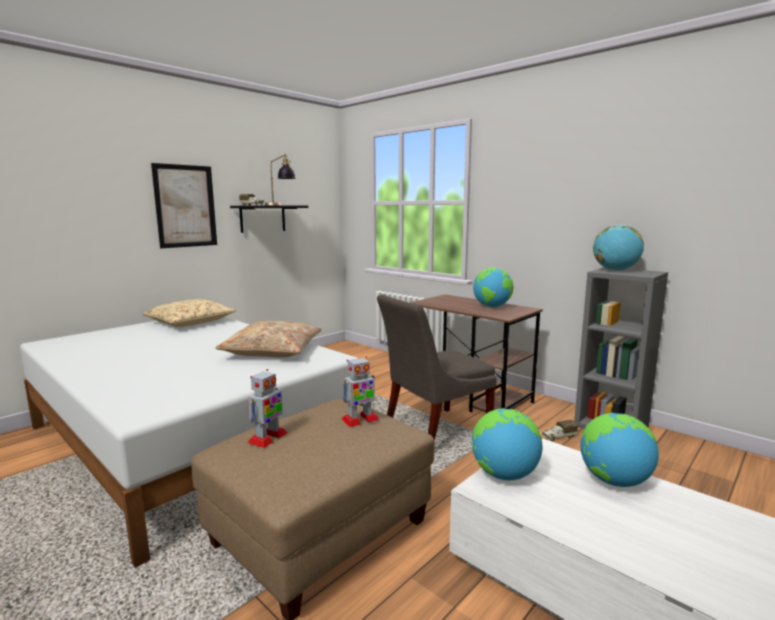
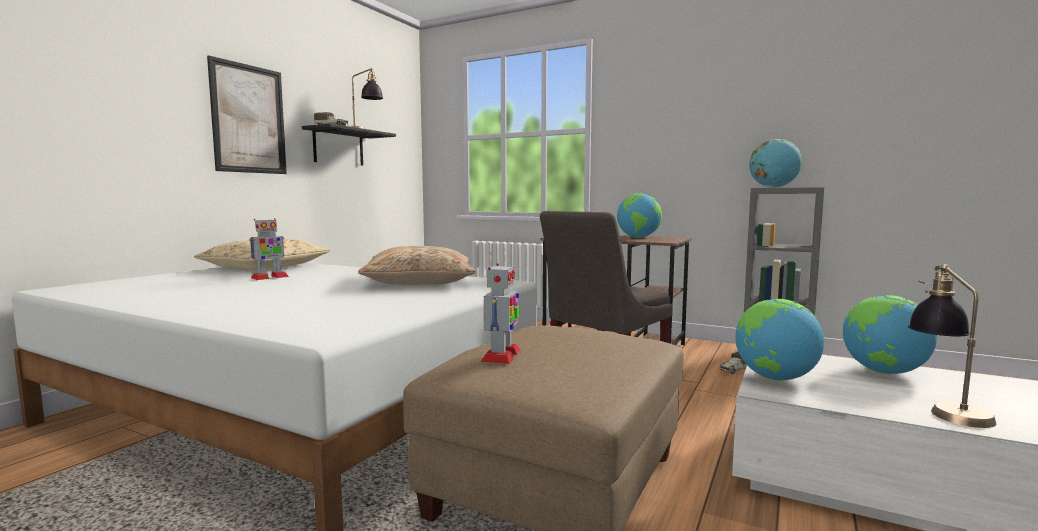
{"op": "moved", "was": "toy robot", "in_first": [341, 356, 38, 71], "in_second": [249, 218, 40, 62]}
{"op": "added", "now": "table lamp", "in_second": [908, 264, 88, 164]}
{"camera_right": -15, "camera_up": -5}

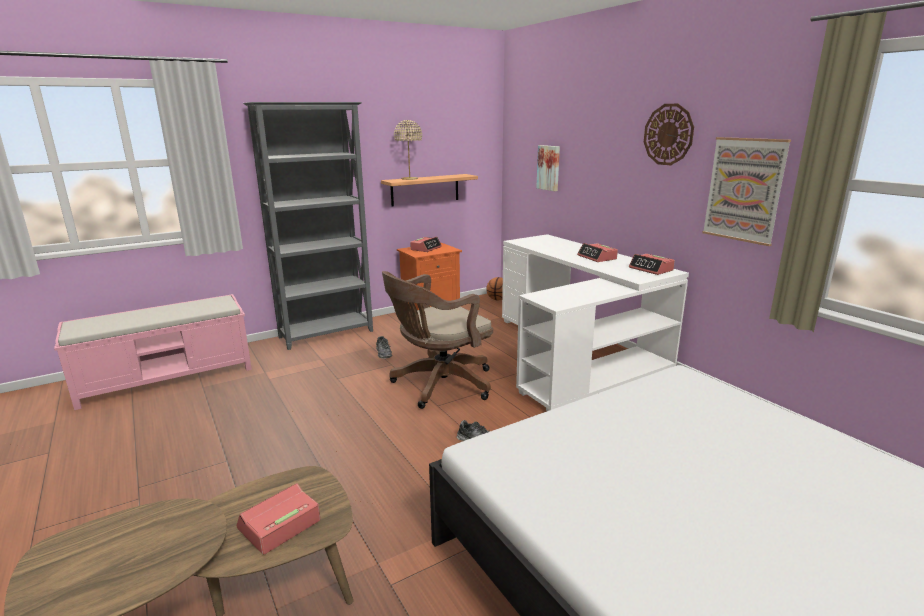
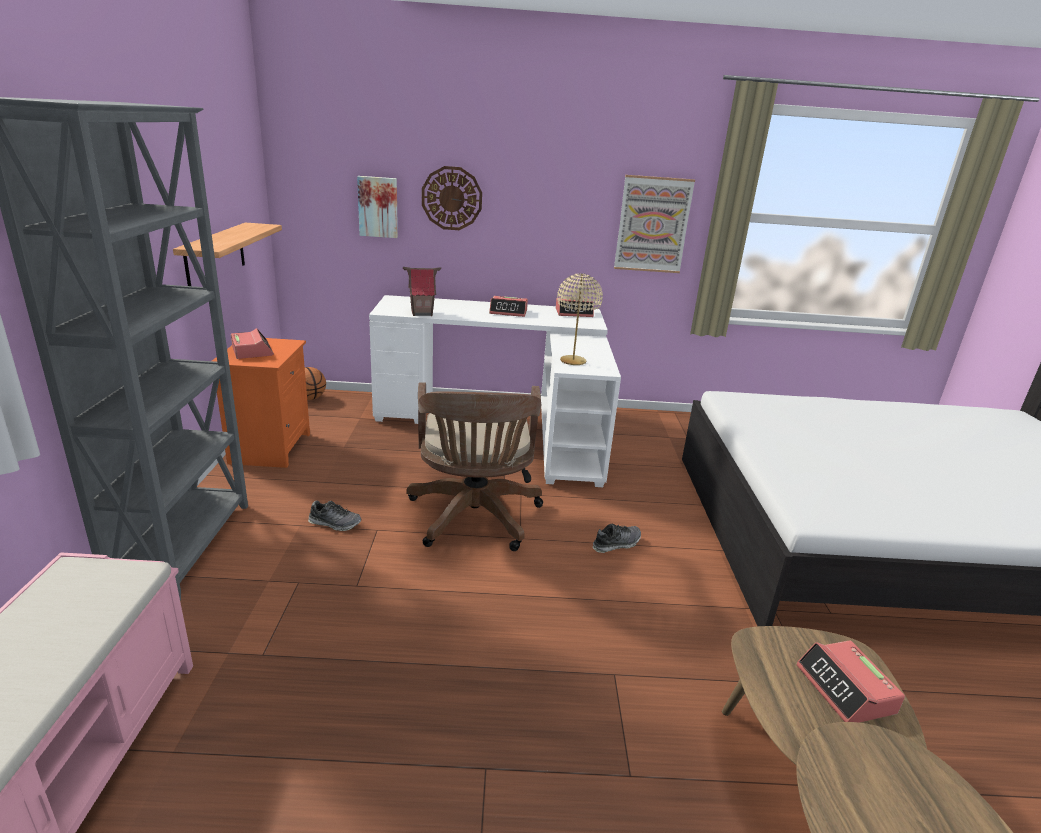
{"op": "moved", "was": "wall clock", "in_first": [644, 104, 50, 61], "in_second": [422, 166, 60, 64]}
{"op": "moved", "was": "beige table lamp", "in_first": [394, 120, 28, 60], "in_second": [557, 273, 46, 92]}
{"op": "added", "now": "toy house", "in_second": [403, 267, 38, 49]}
{"camera_right": -60, "camera_up": 5}

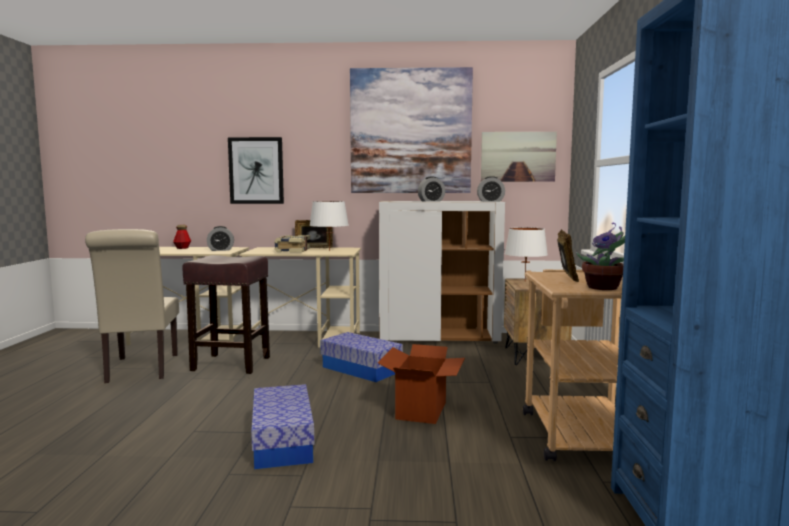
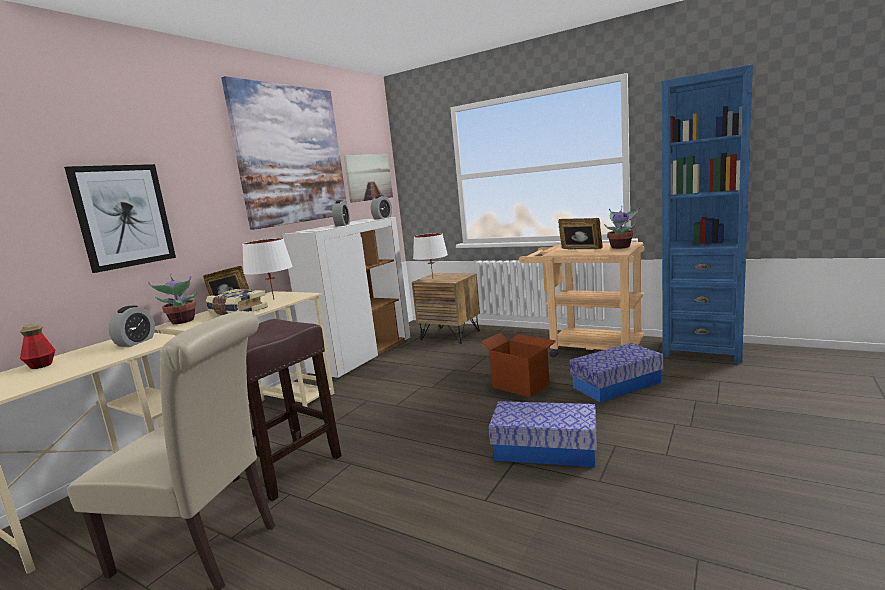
{"op": "moved", "was": "storage box", "in_first": [320, 332, 83, 50], "in_second": [570, 343, 93, 59]}
{"op": "added", "now": "potted plant", "in_second": [148, 274, 50, 50]}
{"camera_right": -60, "camera_up": 5}

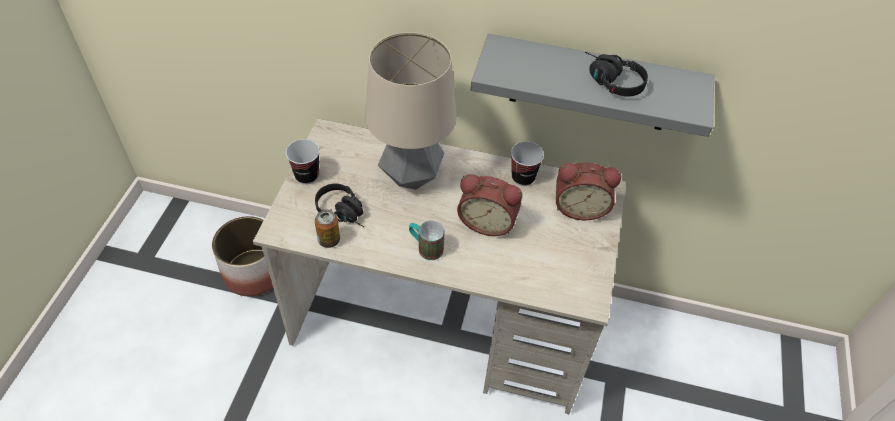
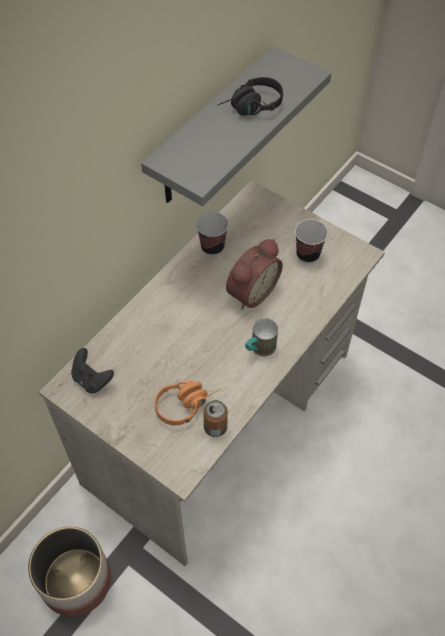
{"op": "removed", "was": "table lamp", "in_first": [365, 32, 92, 158]}
{"op": "moved", "was": "cup", "in_first": [286, 139, 34, 45], "in_second": [295, 219, 33, 44]}
{"op": "removed", "was": "alarm clock", "in_first": [556, 162, 65, 58]}
{"op": "recoloured", "was": "black headphones", "now": "orange headphones", "in_first": [315, 183, 49, 44], "in_second": [154, 381, 67, 45]}
{"op": "added", "now": "black game controller", "in_second": [71, 348, 43, 45]}
{"camera_right": -65, "camera_up": 5}

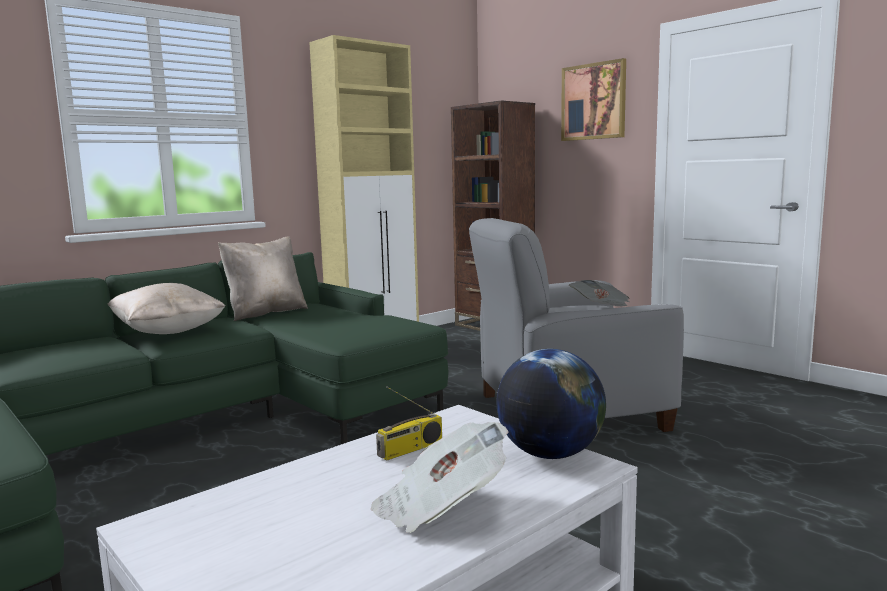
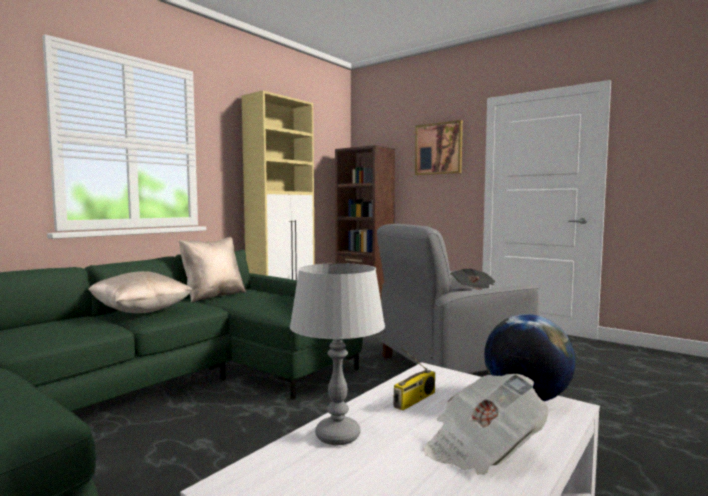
{"op": "added", "now": "grey table lamp", "in_second": [290, 263, 95, 182]}
{"camera_right": -10, "camera_up": -5}

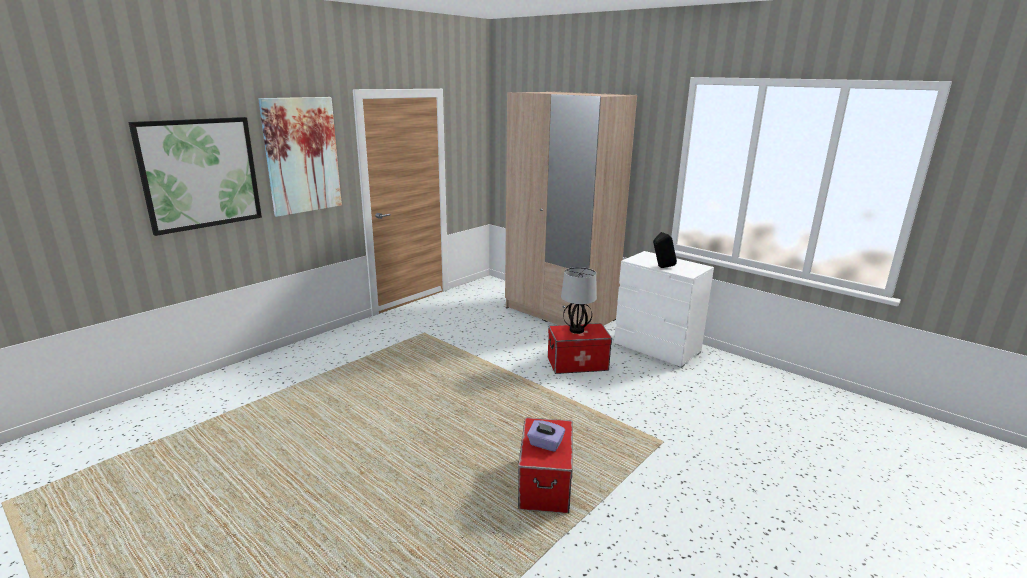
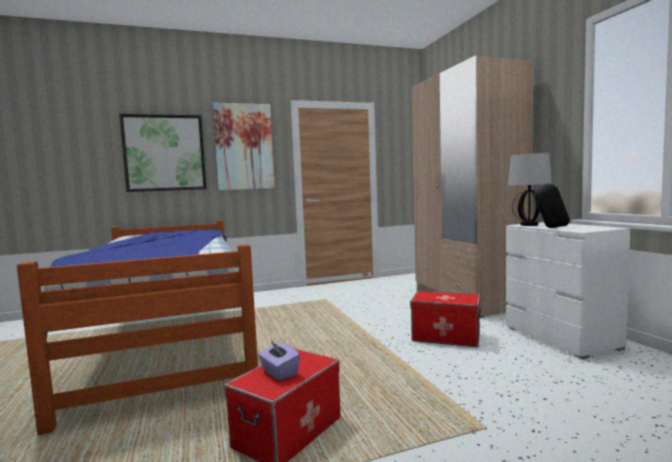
{"op": "moved", "was": "table lamp", "in_first": [561, 267, 36, 67], "in_second": [508, 153, 44, 73]}
{"op": "added", "now": "bed", "in_second": [17, 220, 241, 215]}
{"camera_right": 30, "camera_up": -15}

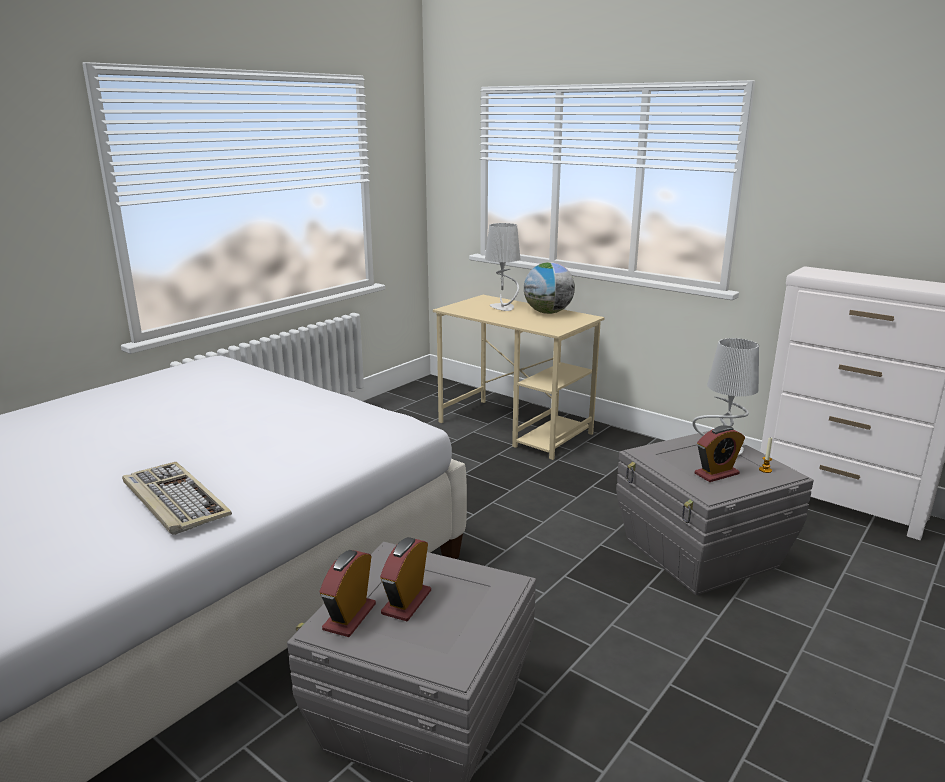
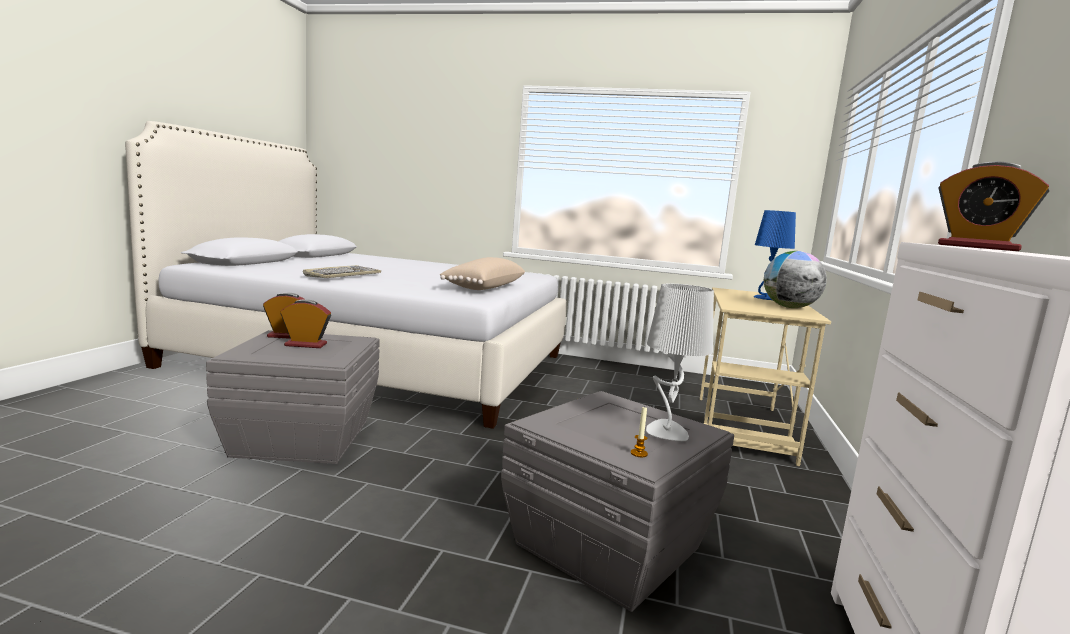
{"op": "recoloured", "was": "grey table lamp", "now": "blue table lamp", "in_first": [485, 223, 35, 88], "in_second": [754, 210, 42, 90]}
{"op": "moved", "was": "alarm clock", "in_first": [695, 425, 50, 57], "in_second": [938, 161, 111, 90]}
{"op": "added", "now": "beige pillow", "in_second": [440, 257, 85, 33]}
{"camera_right": 65, "camera_up": -10}

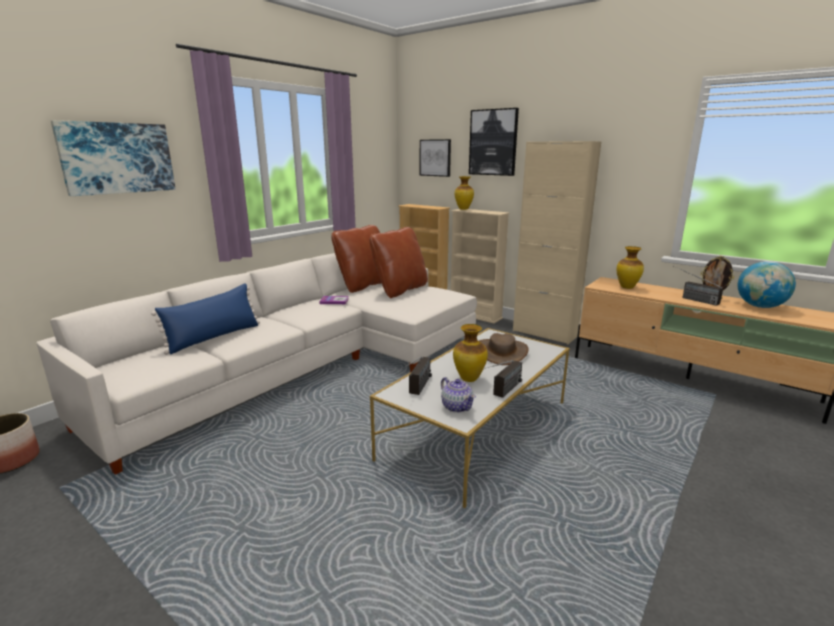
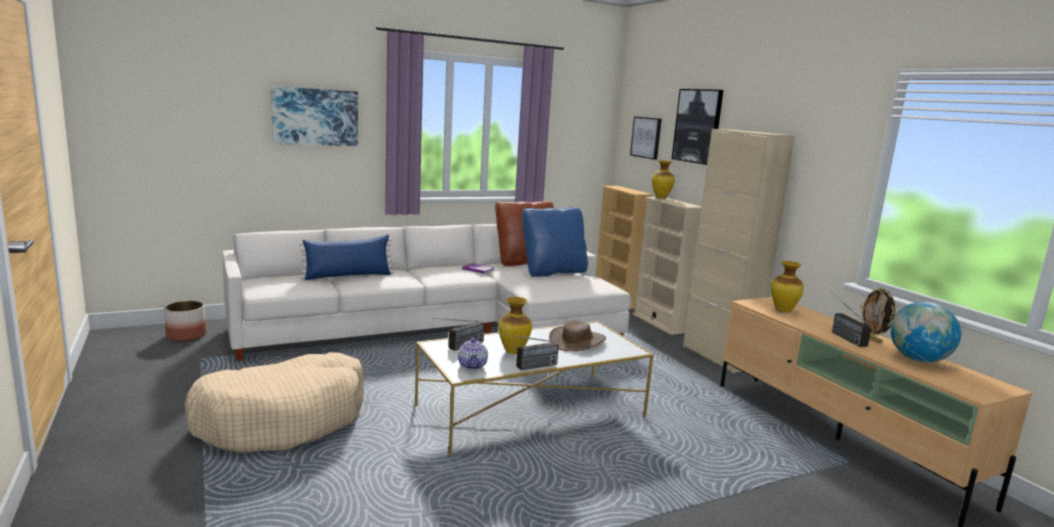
{"op": "recoloured", "was": "brown pillow", "now": "blue pillow", "in_first": [369, 227, 59, 71], "in_second": [522, 207, 66, 70]}
{"op": "added", "now": "beige dog bed", "in_second": [184, 352, 180, 101]}
{"camera_right": 25, "camera_up": -5}

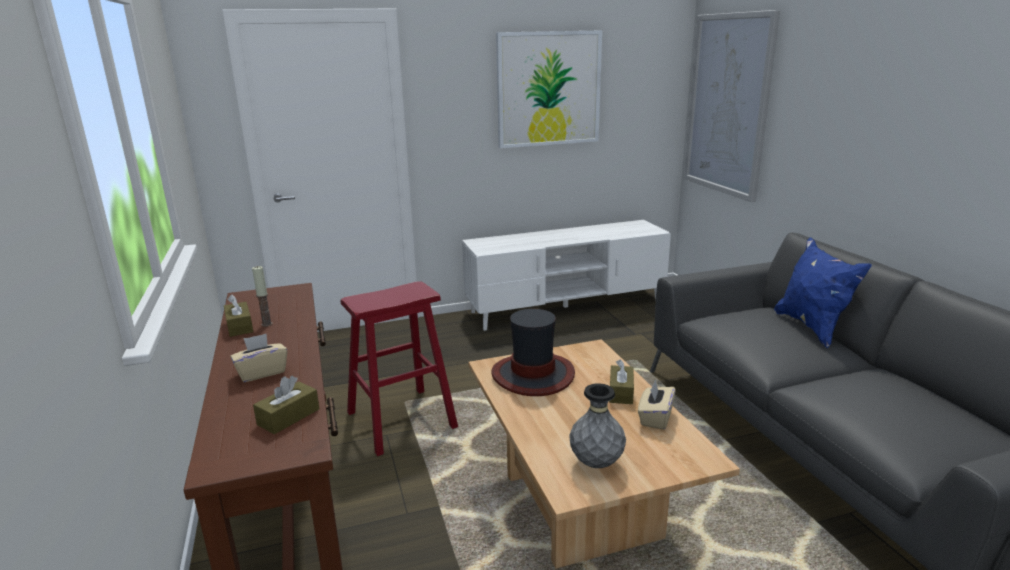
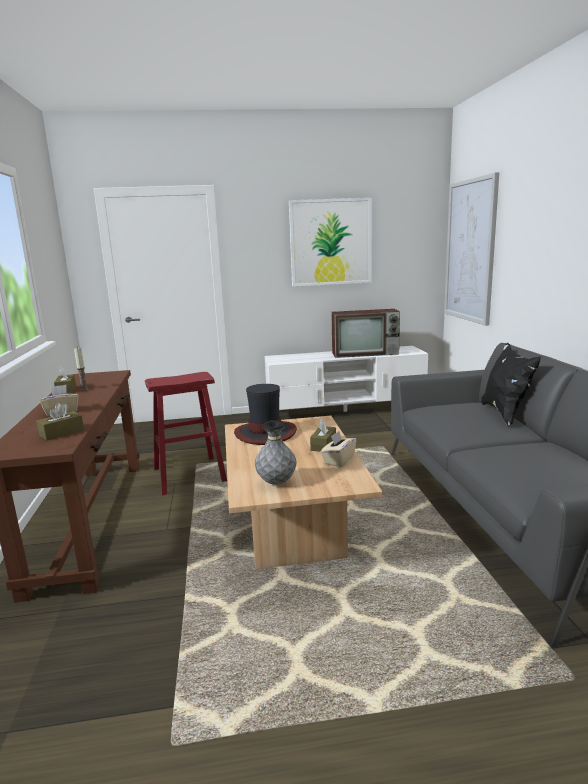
{"op": "recoloured", "was": "blue pillow", "now": "black pillow", "in_first": [774, 237, 98, 111], "in_second": [481, 343, 60, 84]}
{"op": "added", "now": "television", "in_second": [331, 309, 69, 49]}
{"camera_right": 10, "camera_up": -5}

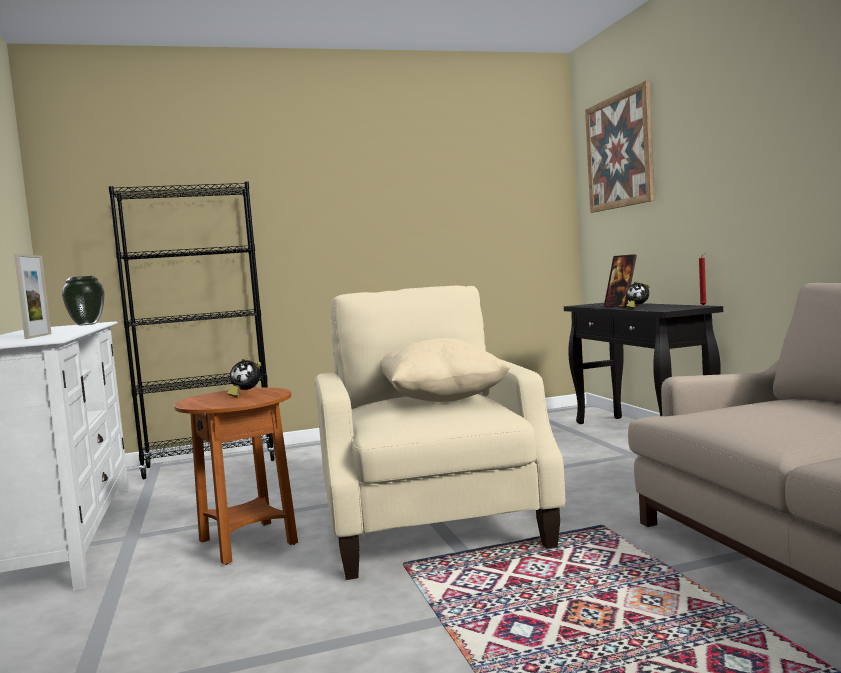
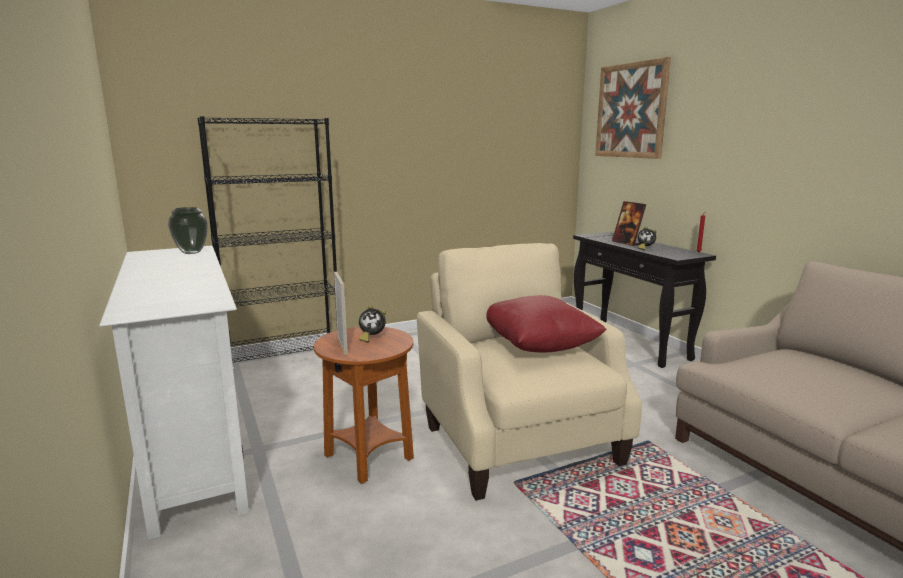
{"op": "moved", "was": "picture frame", "in_first": [14, 254, 38, 85], "in_second": [334, 272, 14, 83]}
{"op": "recoloured", "was": "beige pillow", "now": "red pillow", "in_first": [381, 338, 129, 64], "in_second": [486, 295, 121, 57]}
{"camera_right": -10, "camera_up": 10}

